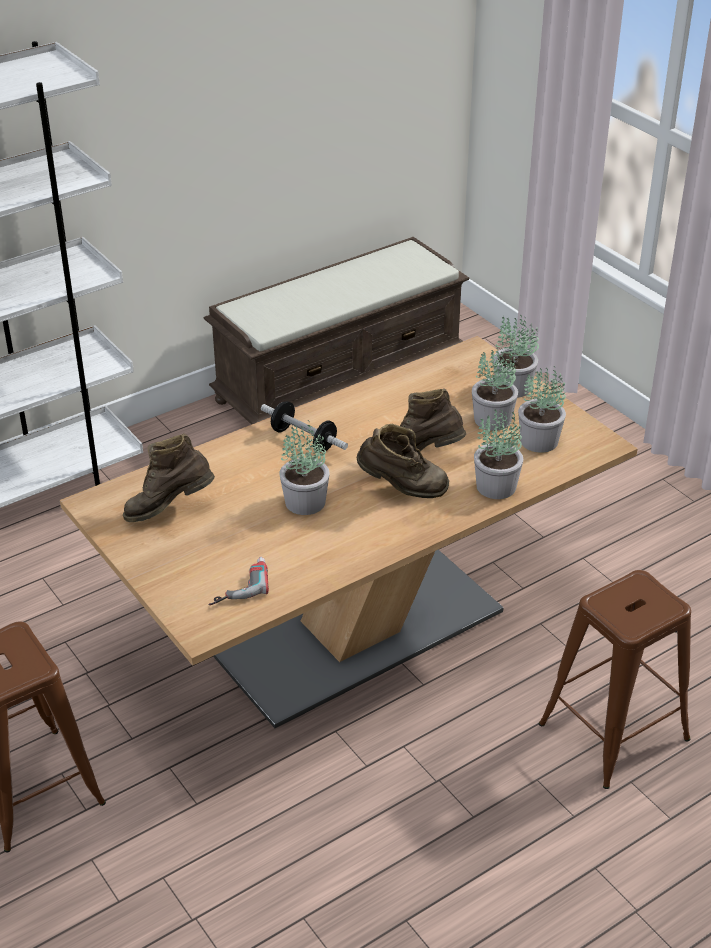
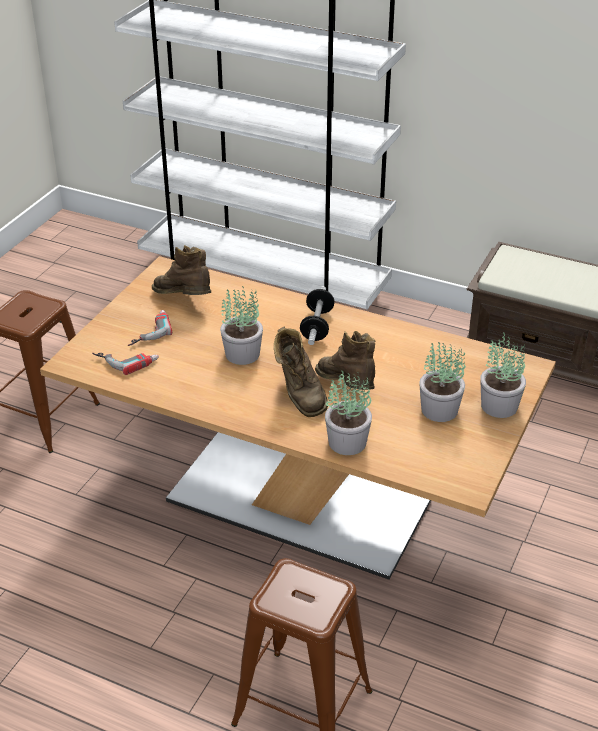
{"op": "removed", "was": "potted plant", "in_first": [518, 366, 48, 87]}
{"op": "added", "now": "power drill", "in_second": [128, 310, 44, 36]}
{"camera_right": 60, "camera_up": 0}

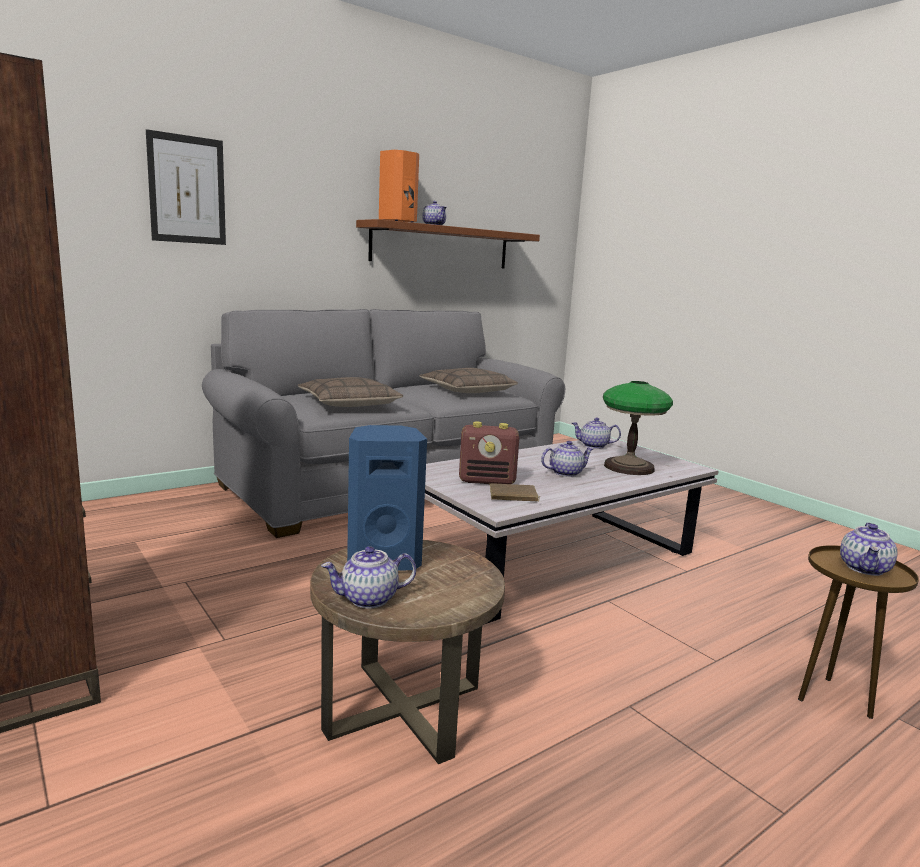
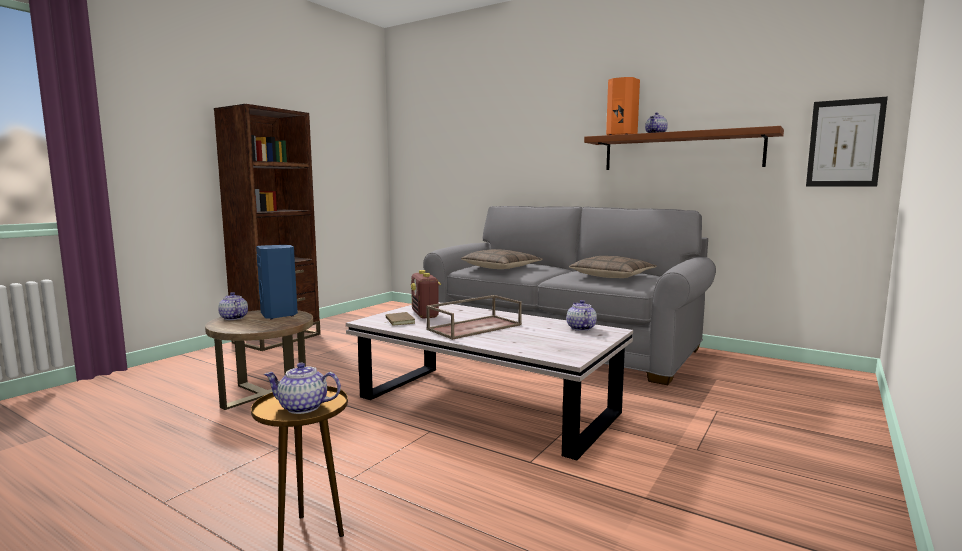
{"op": "moved", "was": "picture", "in_first": [146, 129, 80, 116], "in_second": [806, 97, 82, 90]}
{"op": "removed", "was": "table lamp", "in_first": [603, 381, 70, 94]}
{"op": "replaced", "was": "teapot", "now": "brown tray", "in_first": [541, 441, 52, 36], "in_second": [426, 295, 96, 45]}
{"camera_right": 70, "camera_up": -5}

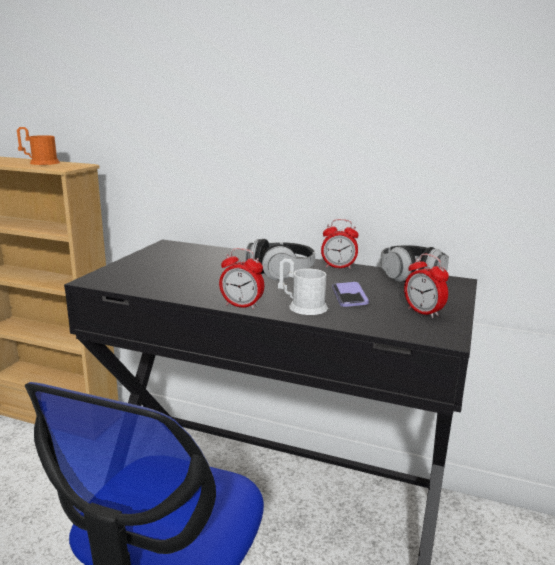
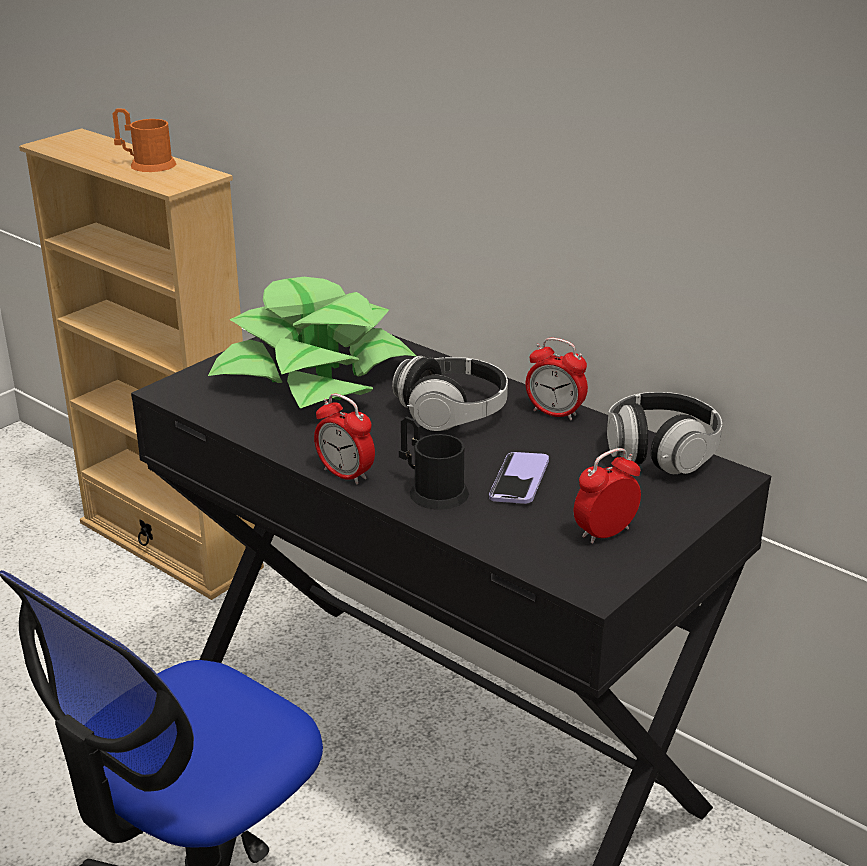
{"op": "turned", "was": "alarm clock", "in_first": [404, 254, 45, 64], "in_second": [574, 448, 67, 96], "clockwise": 75}
{"op": "recoloured", "was": "white mug", "now": "black mug", "in_first": [278, 258, 50, 57], "in_second": [399, 417, 70, 93]}
{"op": "added", "now": "potted plant", "in_second": [208, 277, 208, 131]}
{"camera_right": 20, "camera_up": 10}

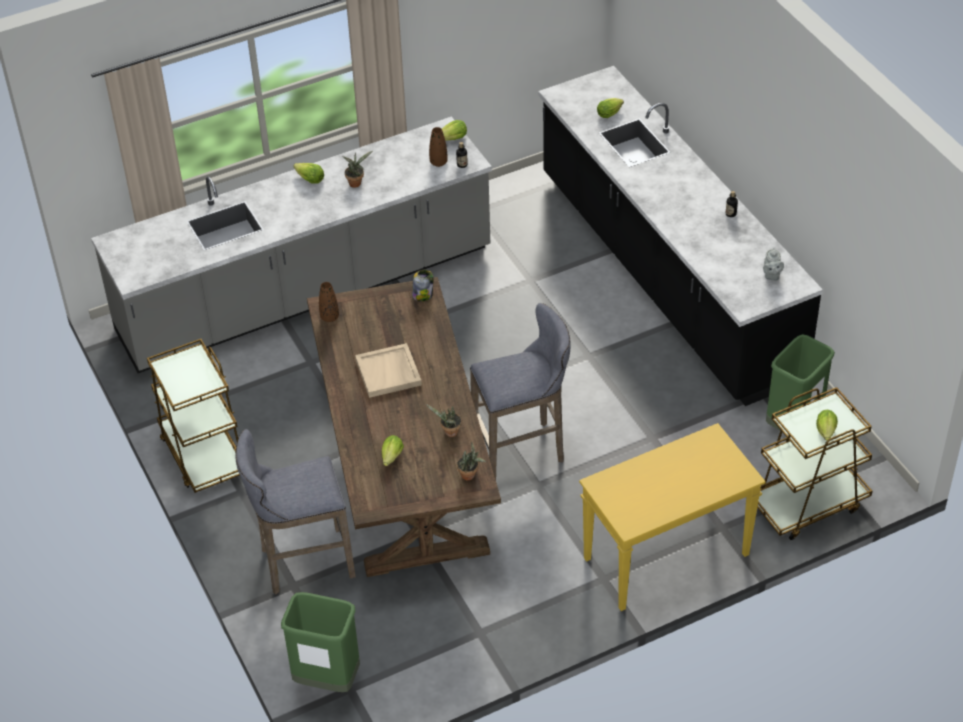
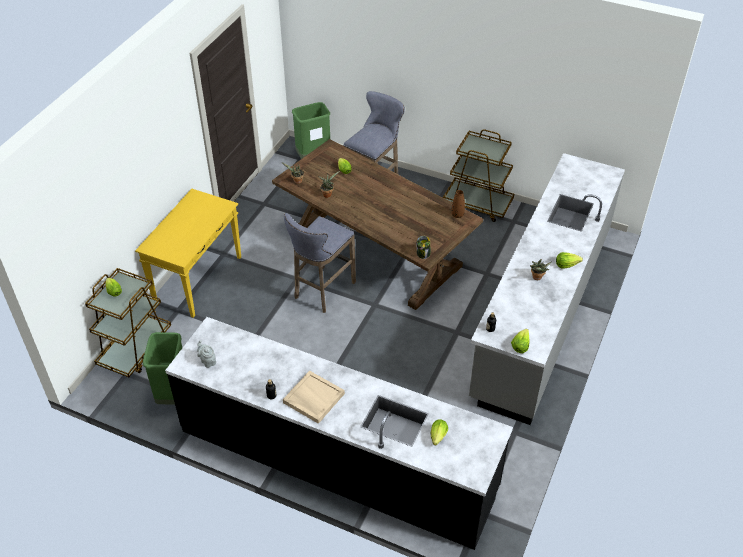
{"op": "removed", "was": "brown vase", "in_first": [429, 127, 19, 40]}
{"op": "moved", "was": "beige tray", "in_first": [355, 343, 67, 55], "in_second": [283, 371, 62, 53]}
{"camera_right": 140, "camera_up": 0}

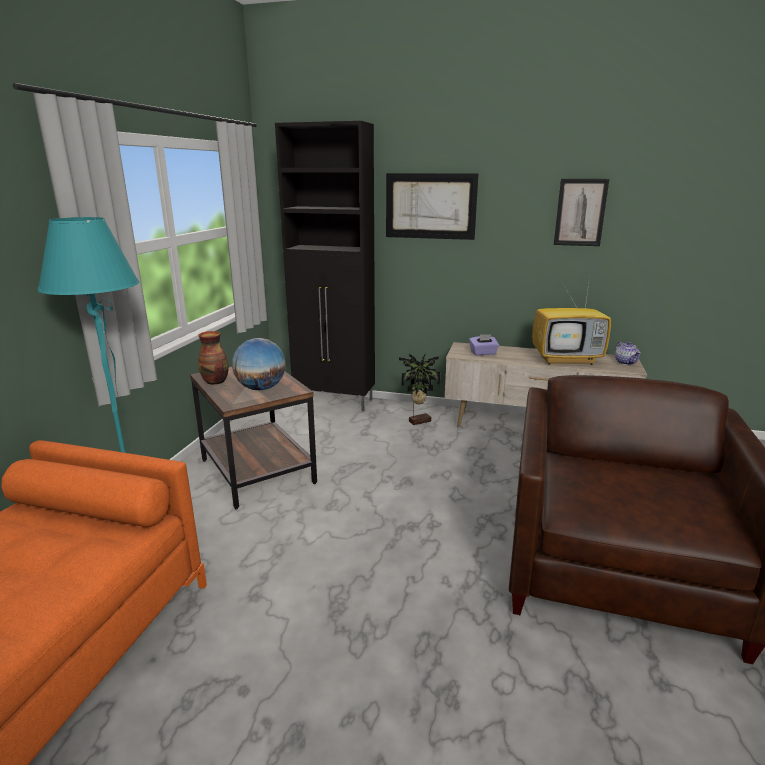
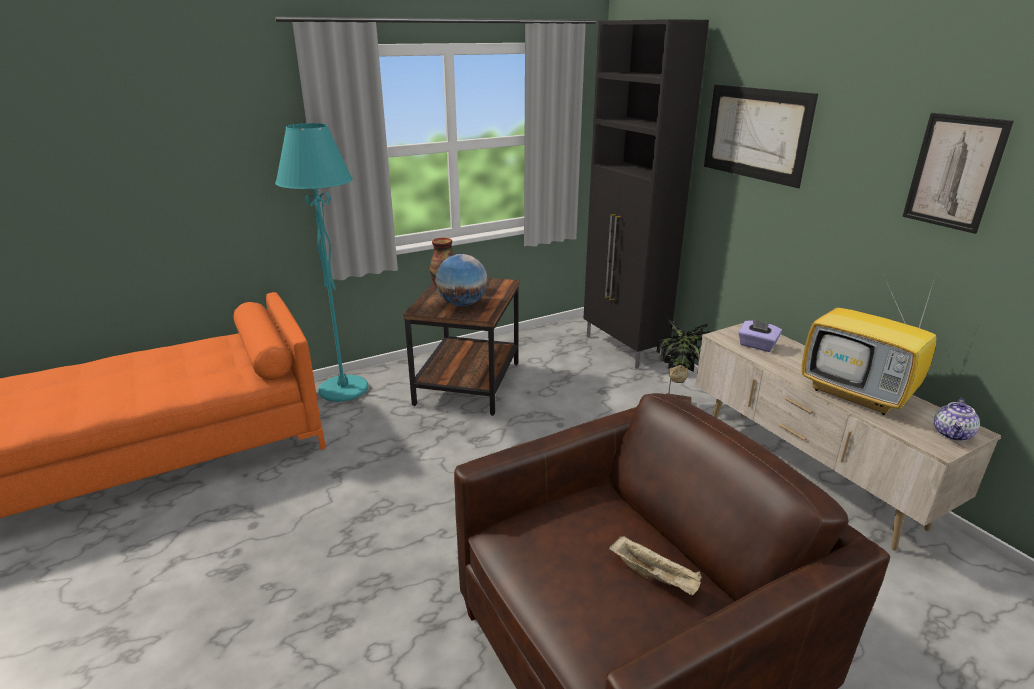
{"op": "added", "now": "beige tray", "in_second": [609, 536, 93, 60]}
{"camera_right": 45, "camera_up": 5}

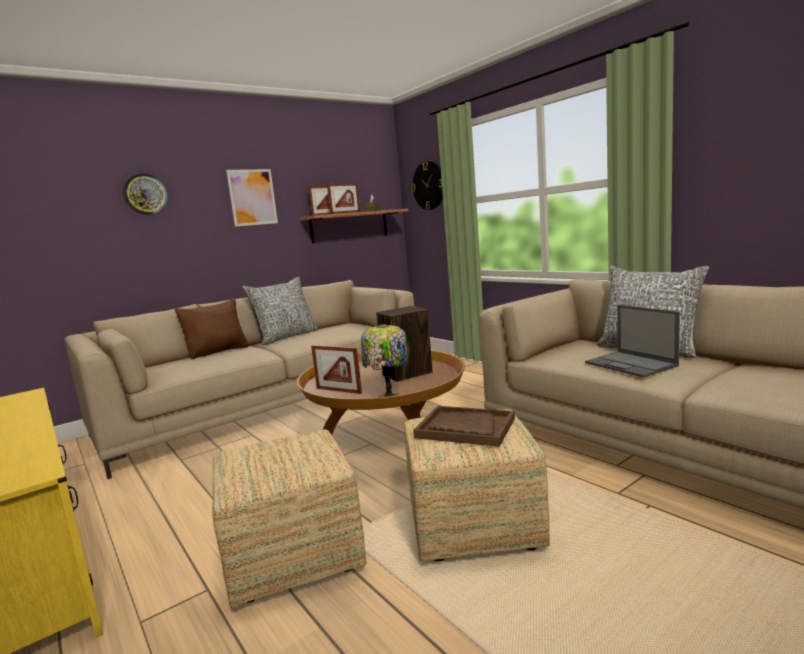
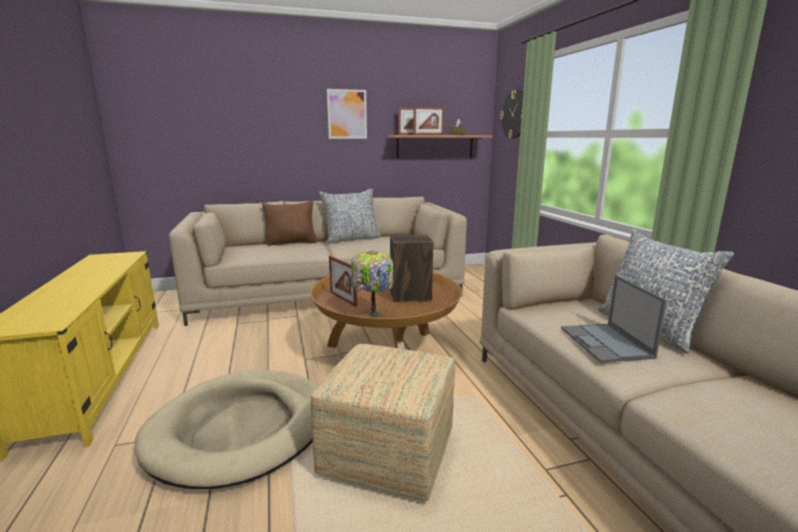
{"op": "removed", "was": "wall clock", "in_first": [123, 173, 45, 42]}
{"op": "removed", "was": "brown tray", "in_first": [413, 406, 102, 41]}
{"op": "replaced", "was": "ottoman", "now": "beige dog bed", "in_first": [212, 429, 155, 179], "in_second": [135, 370, 183, 119]}
{"camera_right": 20, "camera_up": 5}

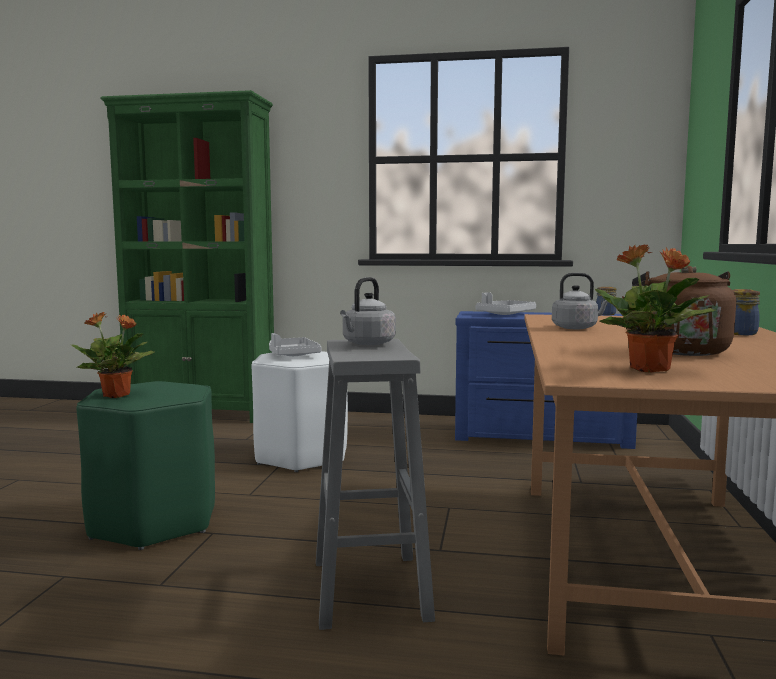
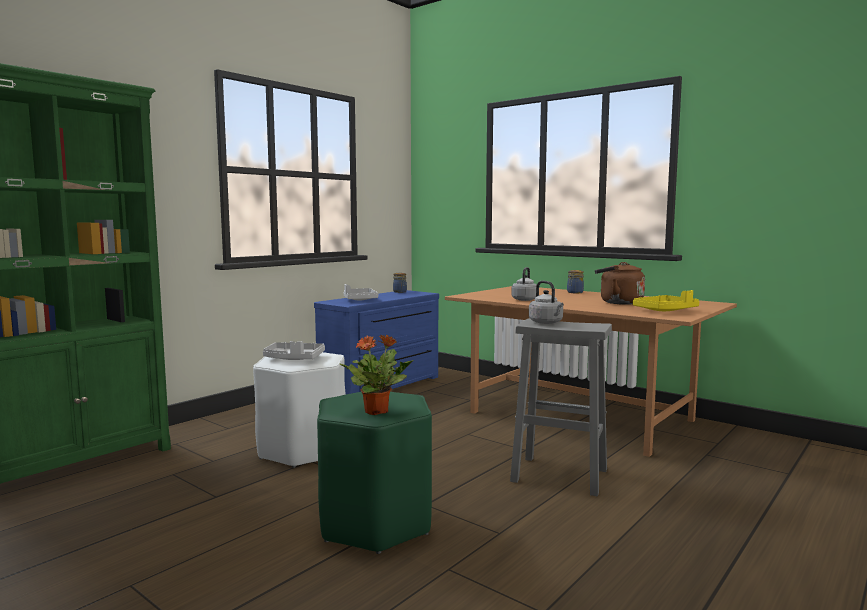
{"op": "replaced", "was": "potted plant", "now": "yellow tray", "in_first": [595, 244, 120, 129], "in_second": [633, 290, 67, 21]}
{"camera_right": -60, "camera_up": 0}

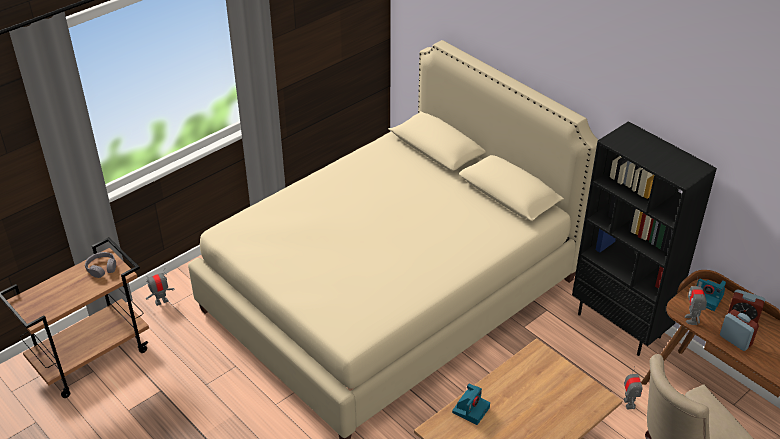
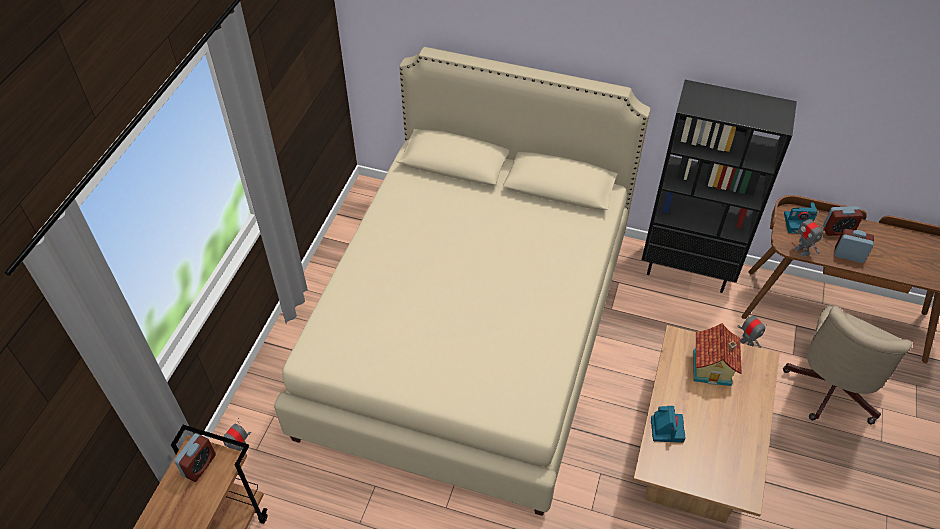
{"op": "replaced", "was": "grey headphones", "now": "alarm clock", "in_first": [85, 252, 31, 26], "in_second": [174, 433, 42, 49]}
{"op": "added", "now": "toy house", "in_second": [693, 323, 49, 63]}
{"camera_right": -30, "camera_up": 10}

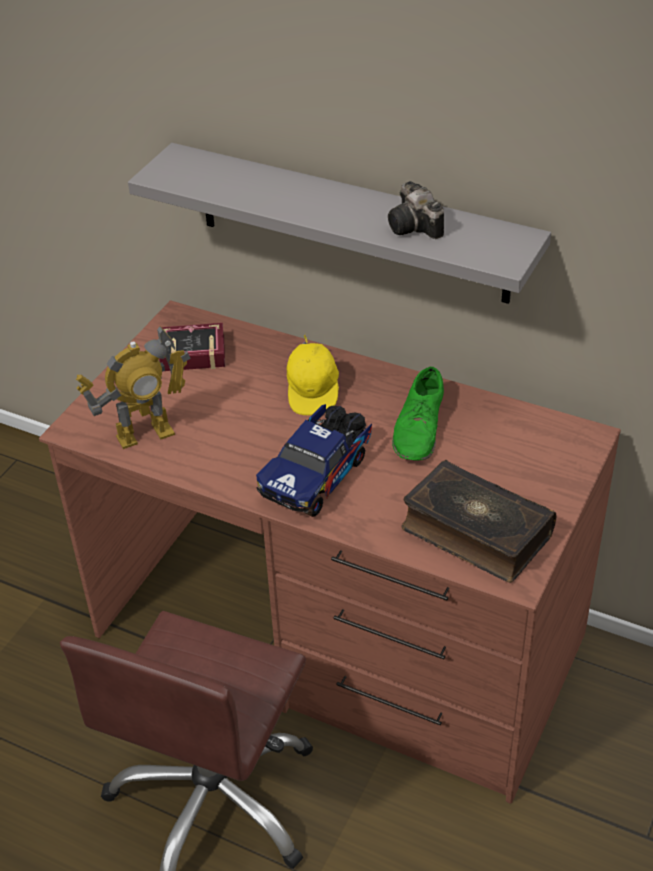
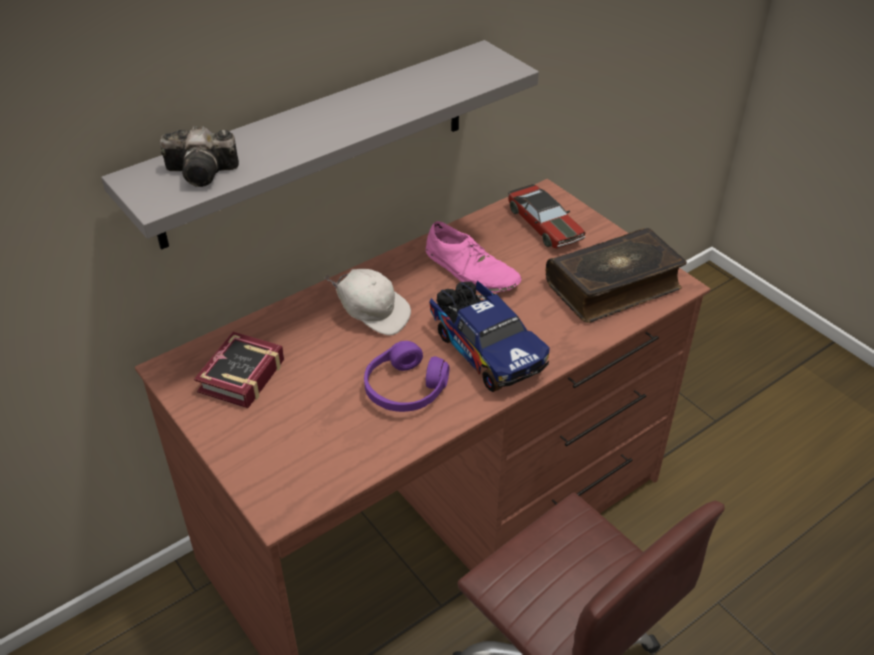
{"op": "moved", "was": "photo camera", "in_first": [388, 181, 56, 58], "in_second": [160, 126, 79, 61]}
{"op": "removed", "was": "toy robot", "in_first": [76, 326, 115, 123]}
{"op": "recoloured", "was": "yellow cap", "now": "white cap", "in_first": [287, 334, 52, 82], "in_second": [324, 269, 87, 66]}
{"op": "recoloured", "was": "green shoe", "now": "pink shoe", "in_first": [392, 367, 52, 94], "in_second": [426, 221, 96, 72]}
{"op": "added", "now": "toy car", "in_second": [508, 184, 77, 64]}
{"op": "added", "now": "purple headphones", "in_second": [364, 341, 85, 71]}
{"camera_right": -65, "camera_up": 0}

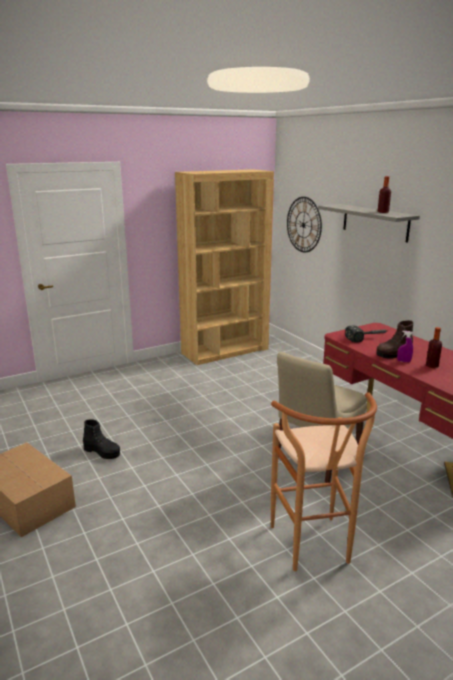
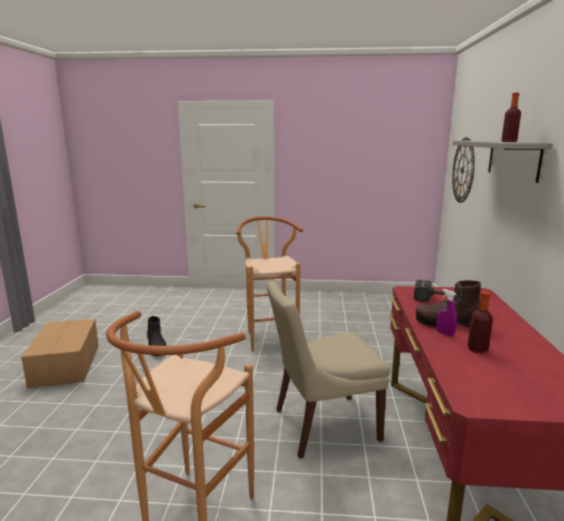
{"op": "removed", "was": "brown bookcase", "in_first": [175, 169, 99, 196]}
{"op": "added", "now": "brown stool", "in_second": [236, 216, 67, 136]}
{"camera_right": 35, "camera_up": -5}

